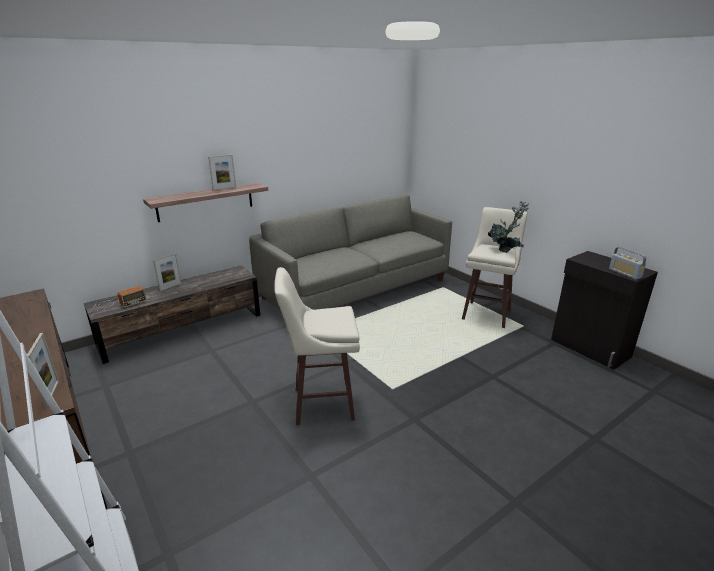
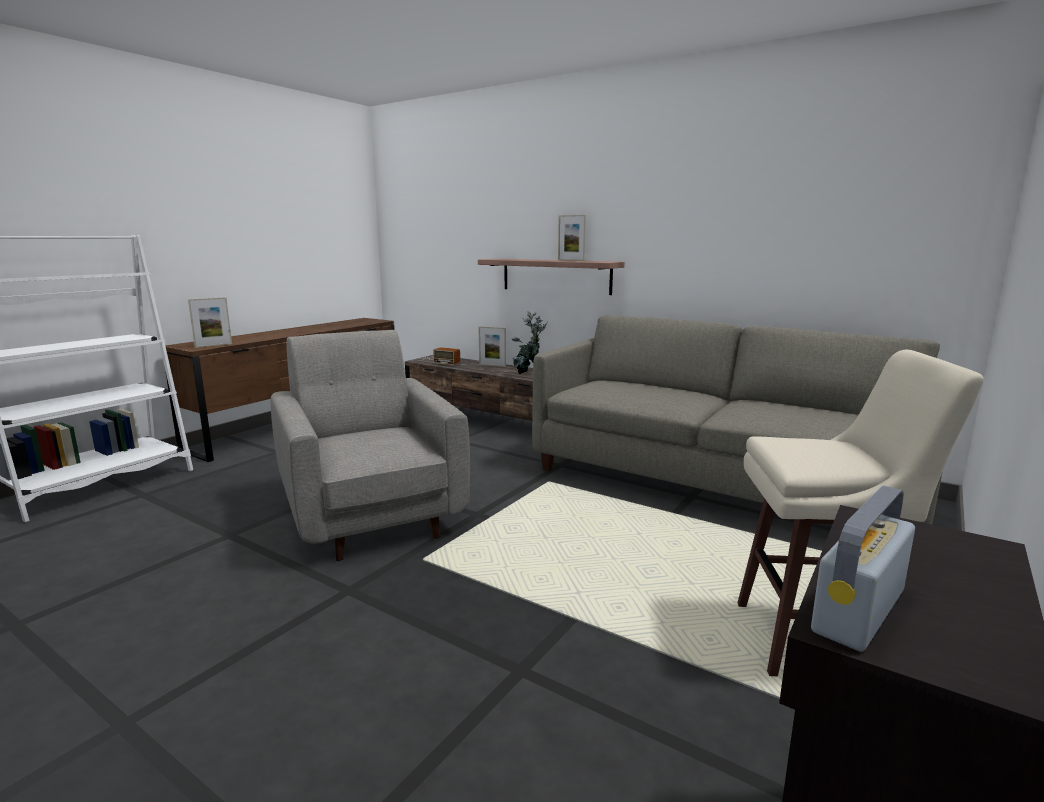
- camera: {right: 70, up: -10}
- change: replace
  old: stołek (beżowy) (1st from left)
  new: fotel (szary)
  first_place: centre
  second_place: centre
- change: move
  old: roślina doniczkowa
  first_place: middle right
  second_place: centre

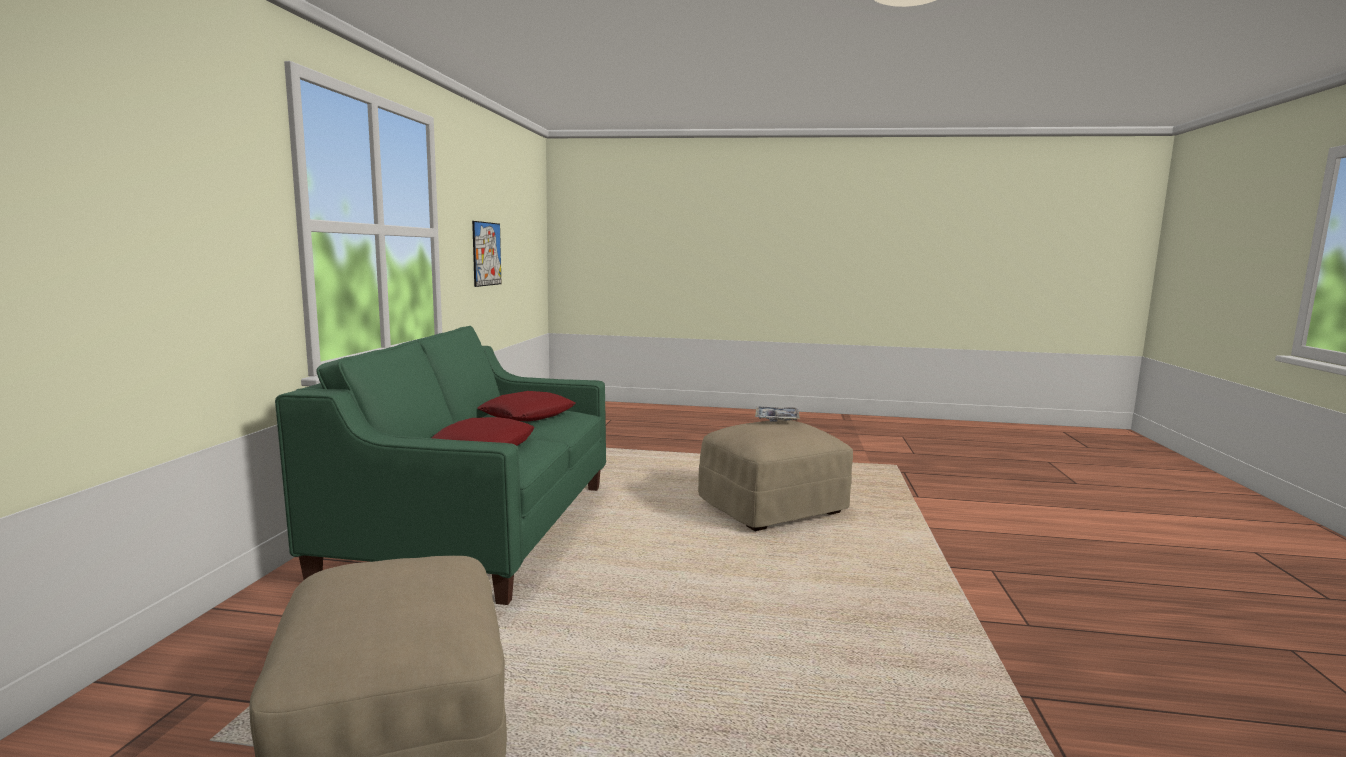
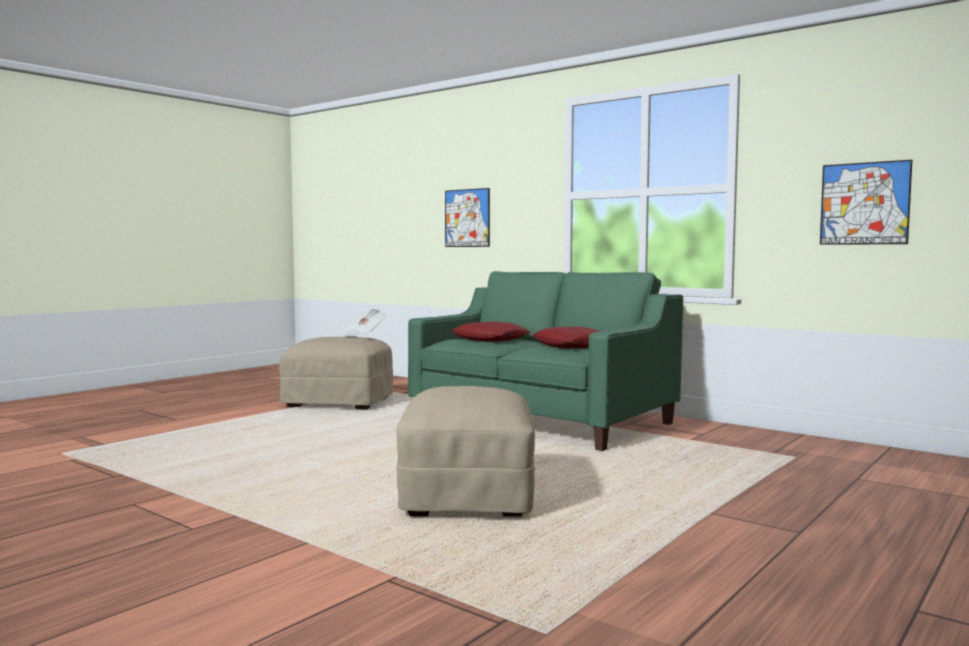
- camera: {right: 120, up: -5}
- change: delete
  old: taca
  first_place: centre
- change: insert
  new: gazeta
  second_place: centre
- change: insert
  new: obraz (1st from left)
  second_place: centre

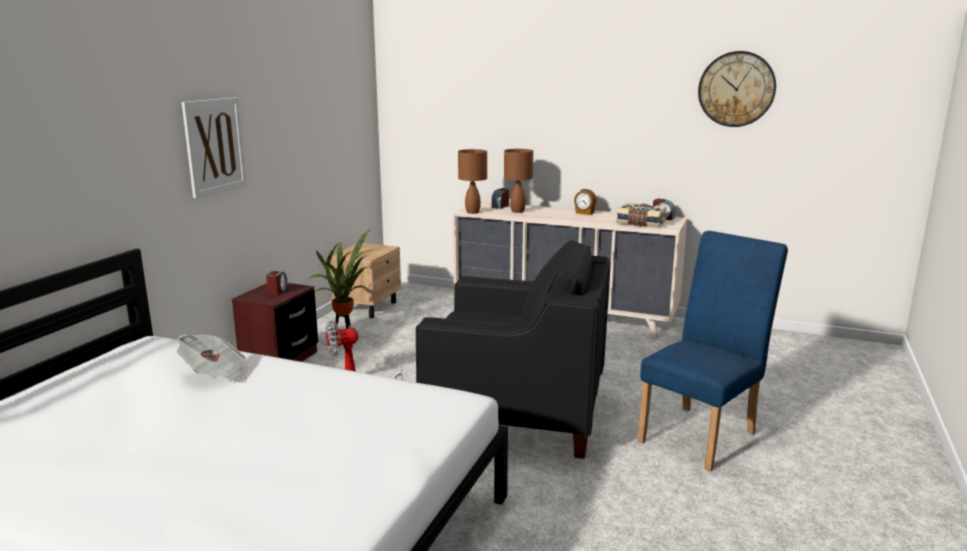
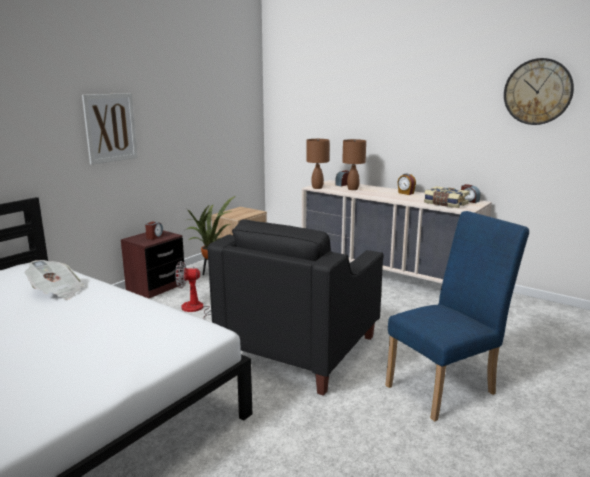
- camera: {right: 15, up: 0}
- change: rotate
  old: fotel (czarny)
  first_place: centre
  second_place: centre
  degrees: 90

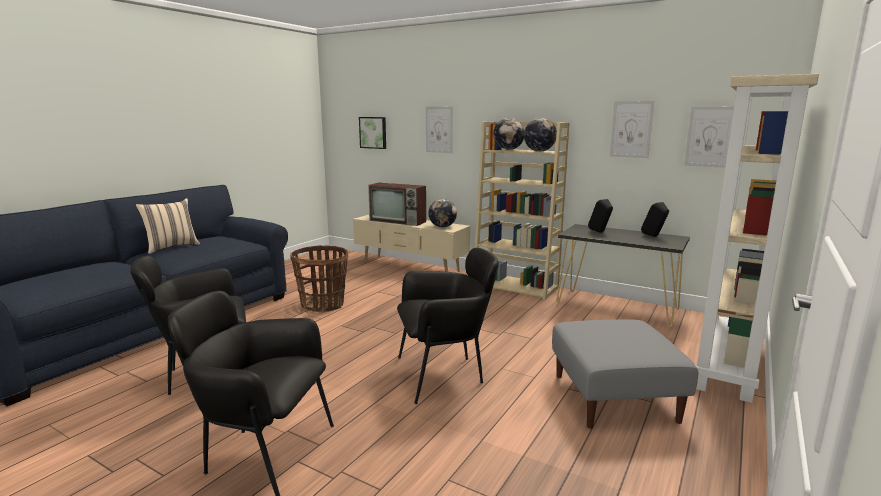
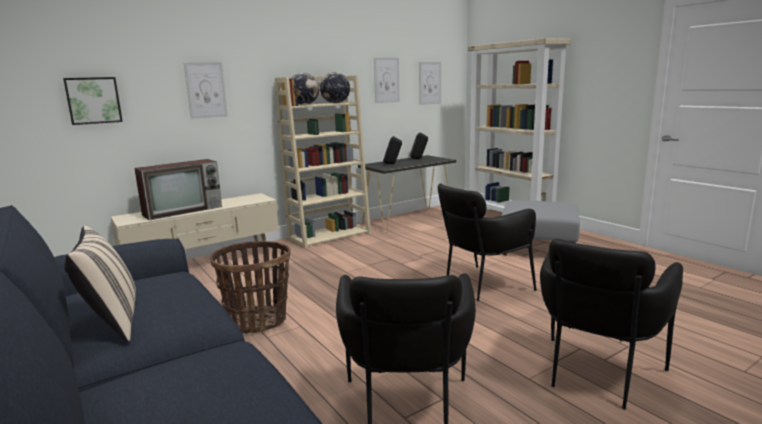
- camera: {right: -65, up: 0}
- change: rotate
  old: fotel (czarny) (3rd from left in the first image)
  first_place: centre
  second_place: centre
  degrees: -135
- change: delete
  old: globus (1st from left)
  first_place: centre

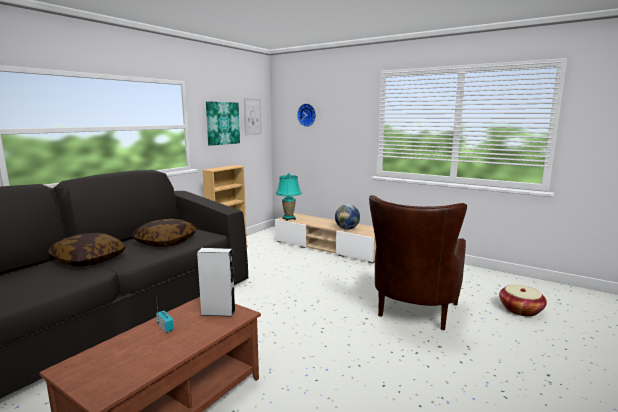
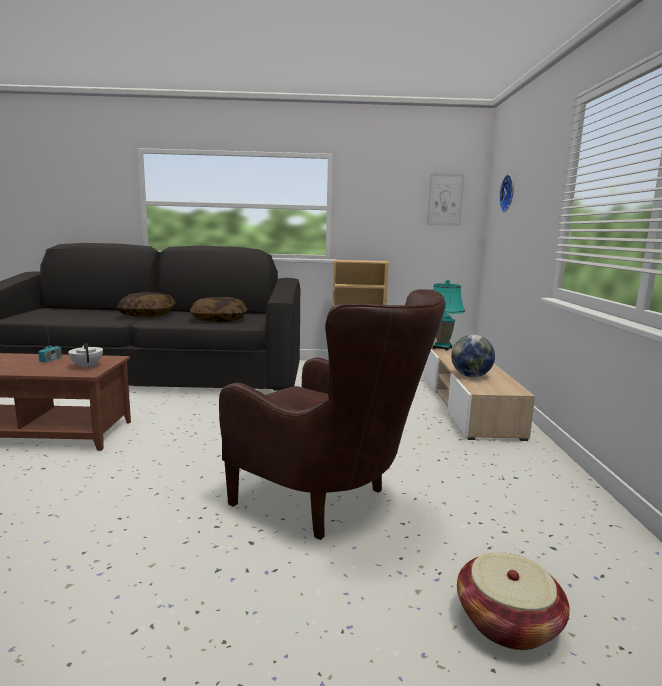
- camera: {right: 55, up: 0}
- change: replace
  old: głośnik (szary)
  new: imbryk (biały)
  first_place: bottom centre
  second_place: middle left
- change: delete
  old: obraz (1st from left)
  first_place: top centre
- change: rotate
  old: fotel (brązowy)
  first_place: middle right
  second_place: centre
  degrees: -135

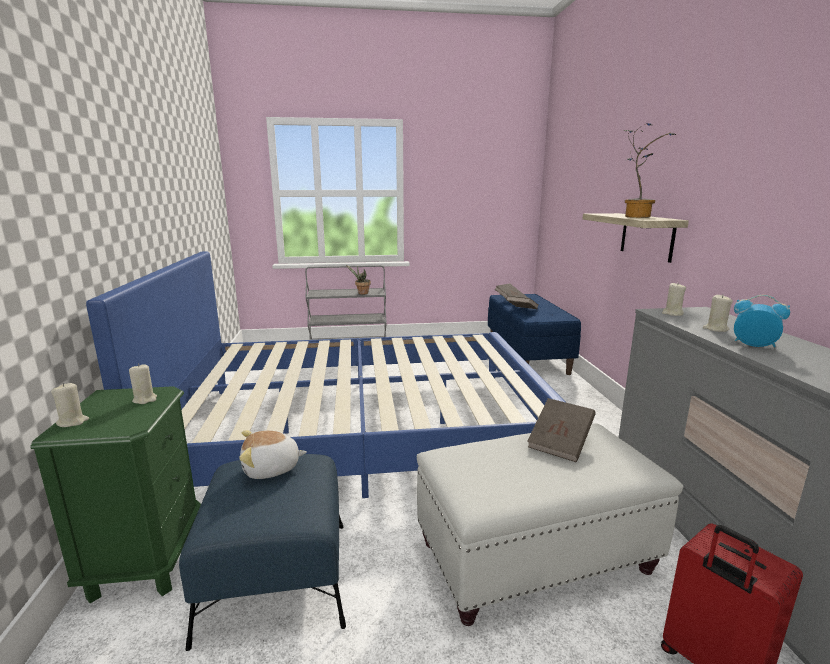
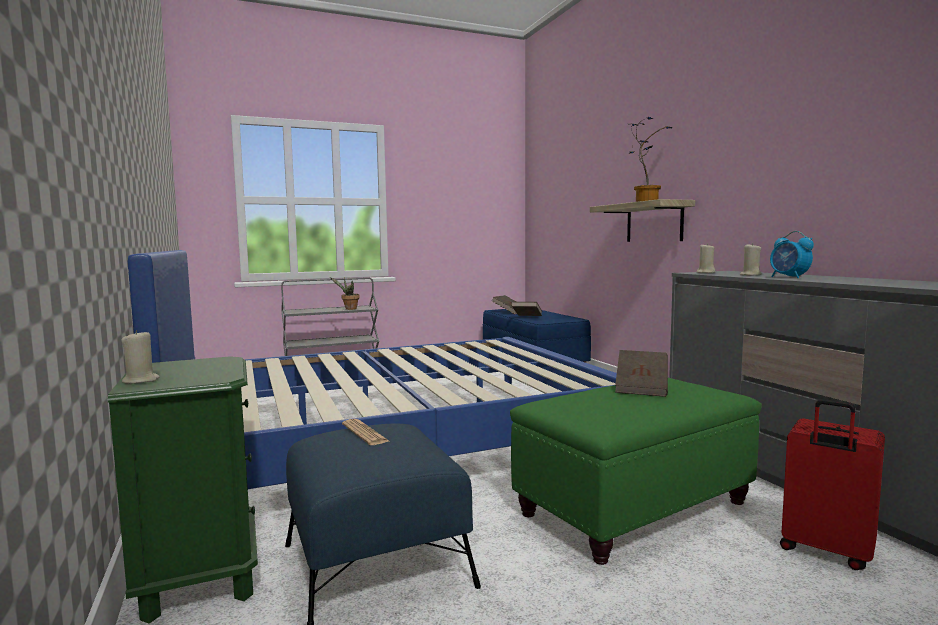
- camera: {right: -15, up: -10}
- change: delete
  old: świeca (beżowy) (2nd from left)
  first_place: middle left
- change: replace
  old: pluszak
  new: gazeta
  first_place: bottom left
  second_place: bottom centre
- change: recolor
  old: pufa (biały)
  new: pufa (zielony)
  first_place: bottom centre
  second_place: bottom right
- change: rotate
  old: budzik
  first_place: middle right
  second_place: middle right
  degrees: -135

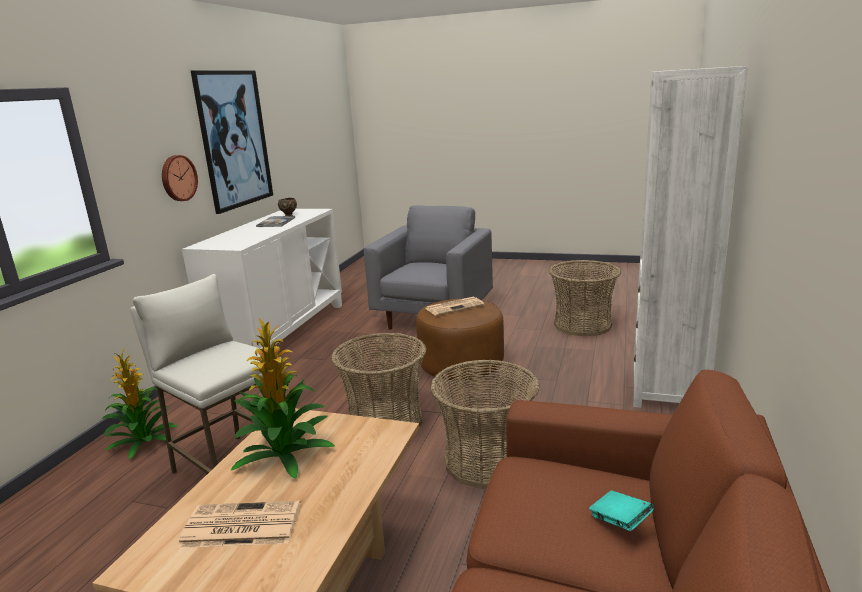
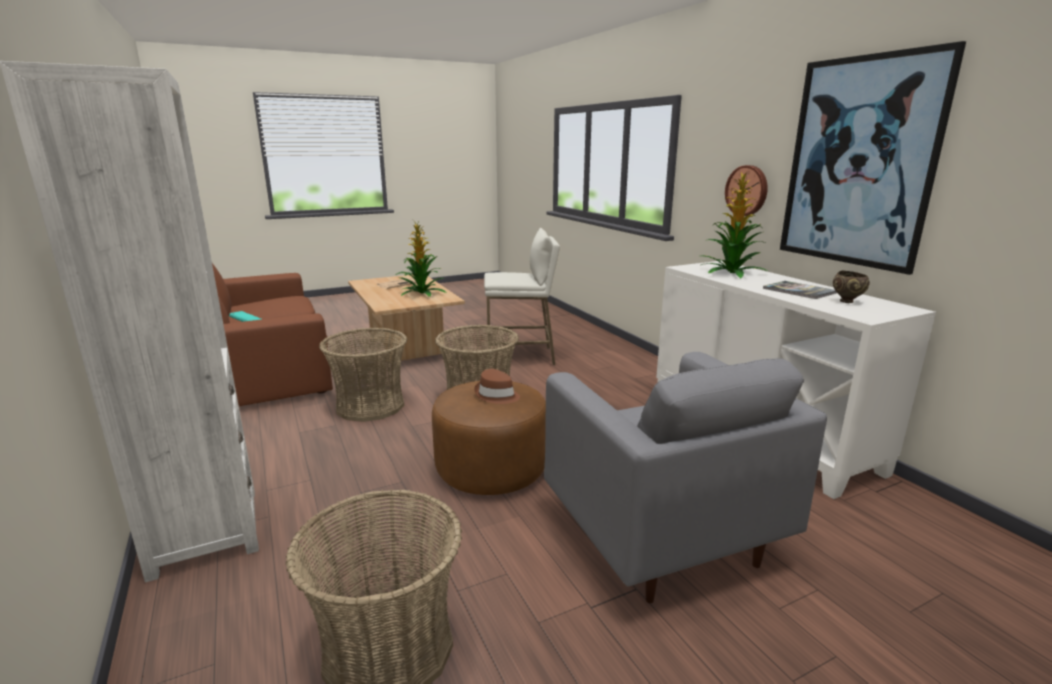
- camera: {right: 135, up: 0}
- change: move
  old: roślina doniczkowa (1st from left in the first image)
  new: roślina doniczkowa (2nd from left)
  first_place: bottom left
  second_place: top right
- change: replace
  old: gazeta (2nd from left)
  new: kapelusz (brązowy)
  first_place: centre
  second_place: centre

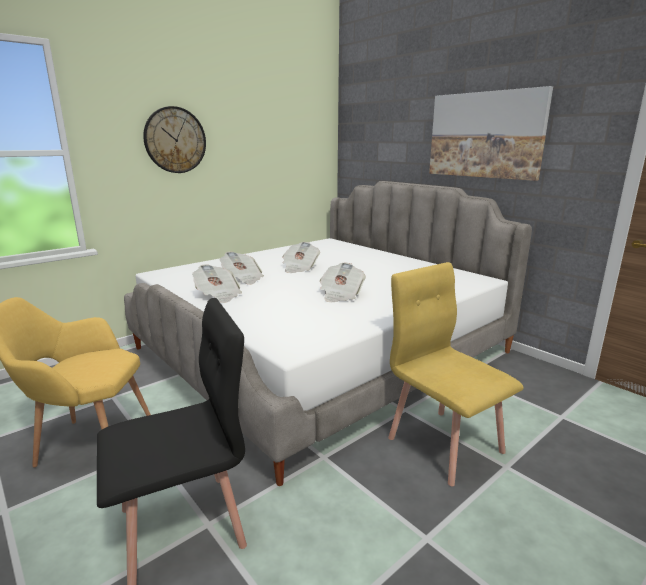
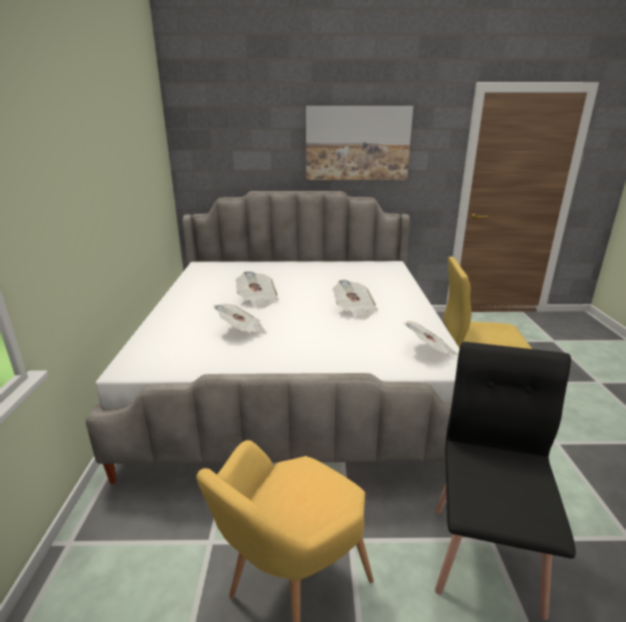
- camera: {right: -50, up: 5}
- change: delete
  old: zegar ścienny
  first_place: top left
- change: move
  old: gazeta (1st from left in the first image)
  new: gazeta (4th from left)
  first_place: centre
  second_place: middle right

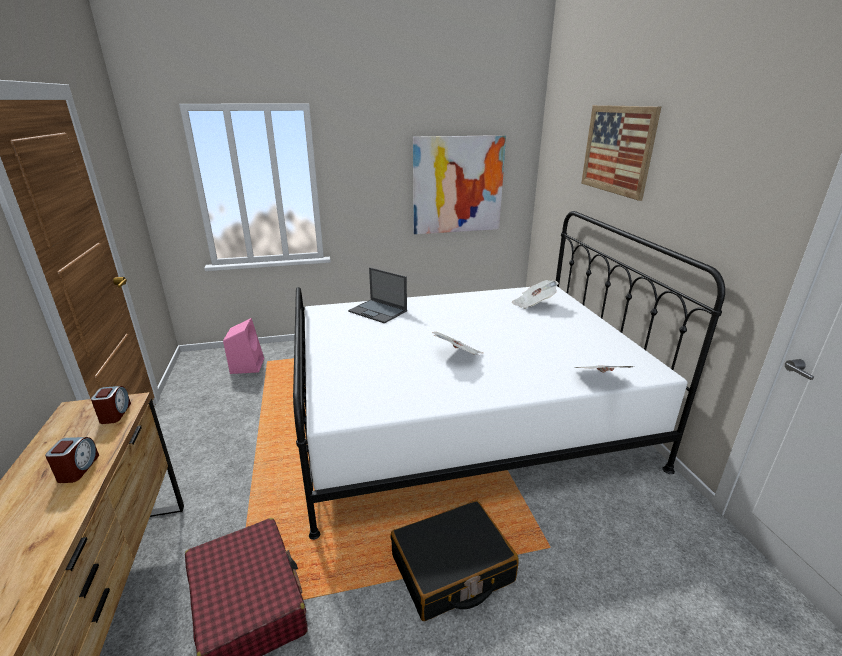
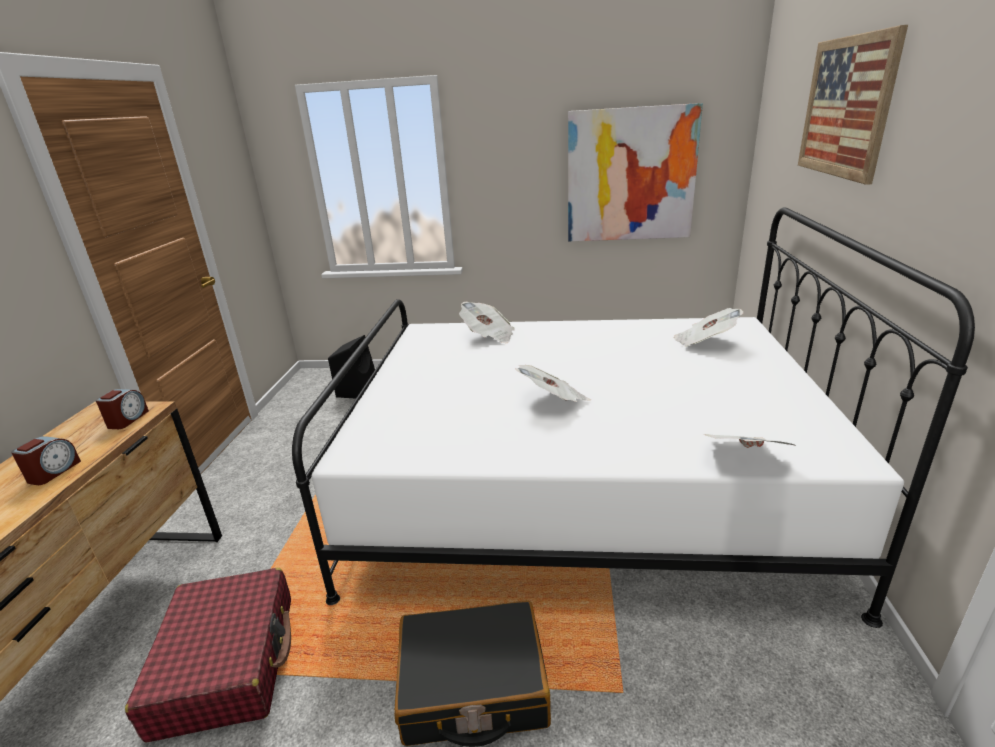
- camera: {right: 20, up: 0}
- change: recolor
  old: głośnik (różowy)
  new: głośnik (czarny)
  first_place: middle left
  second_place: centre
- change: replace
  old: laptop
  new: gazeta (1st from left)
  first_place: centre
  second_place: centre

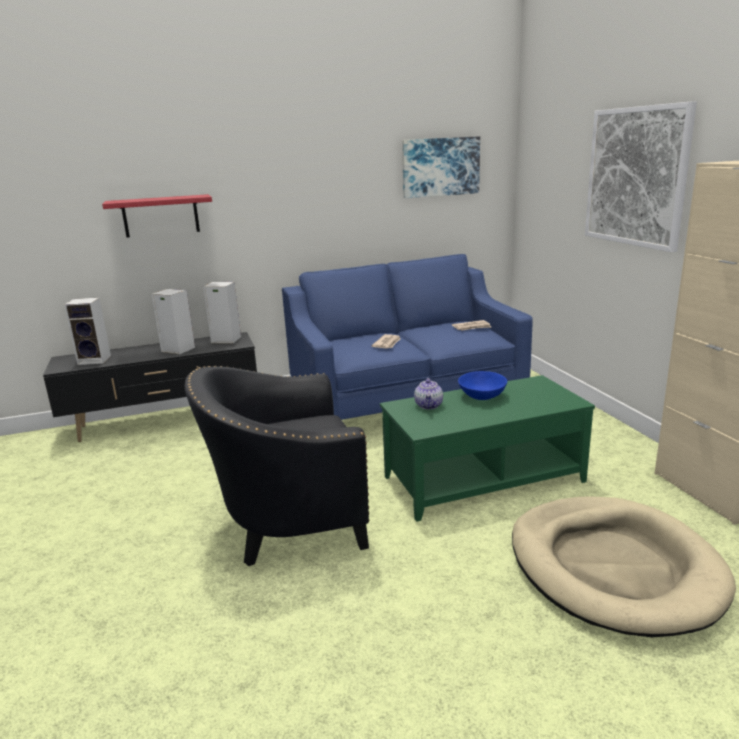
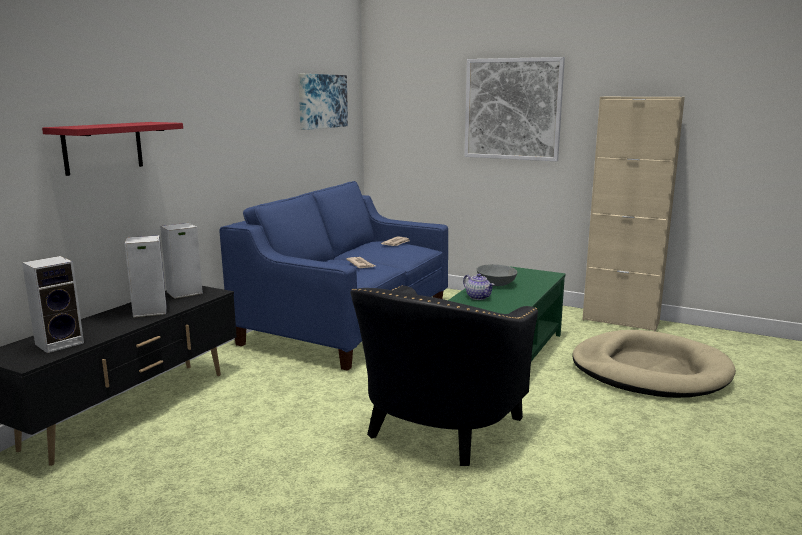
- camera: {right: -45, up: -5}
- change: recolor
  old: miska (niebieski)
  new: miska (szary)
  first_place: centre
  second_place: centre

